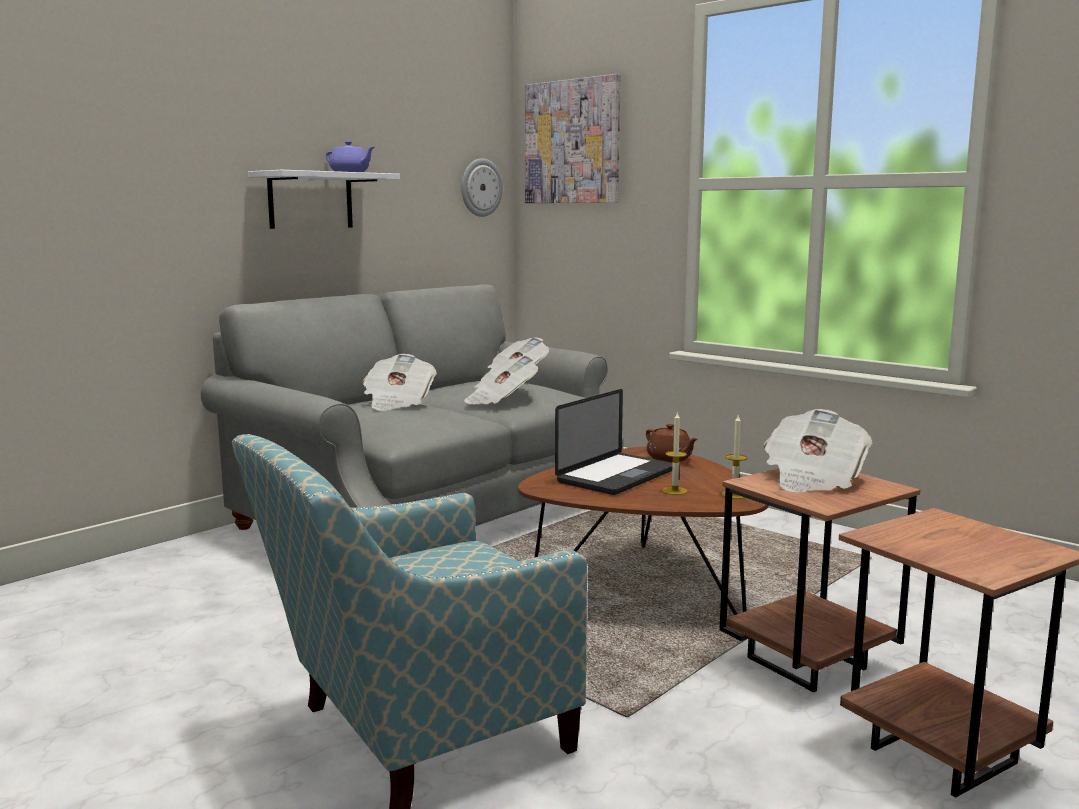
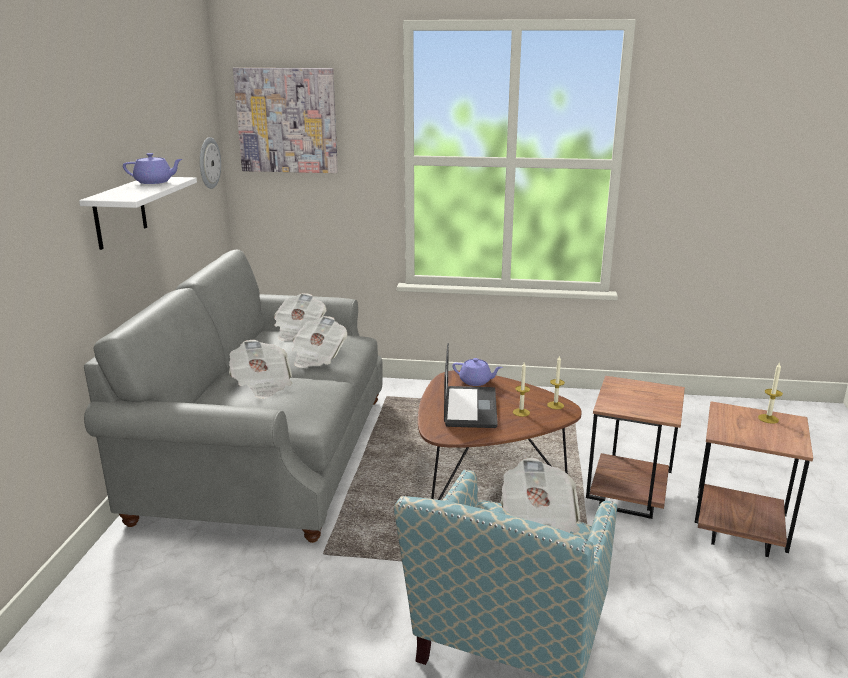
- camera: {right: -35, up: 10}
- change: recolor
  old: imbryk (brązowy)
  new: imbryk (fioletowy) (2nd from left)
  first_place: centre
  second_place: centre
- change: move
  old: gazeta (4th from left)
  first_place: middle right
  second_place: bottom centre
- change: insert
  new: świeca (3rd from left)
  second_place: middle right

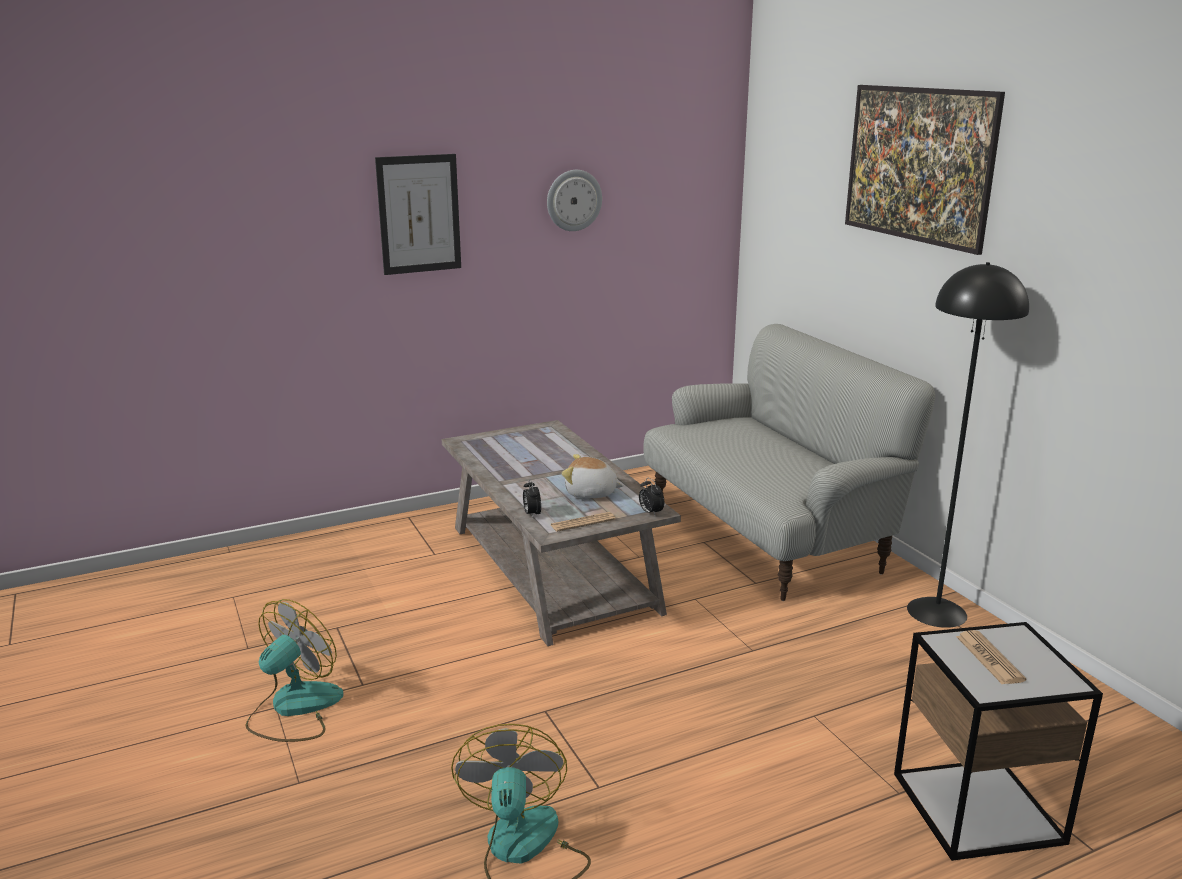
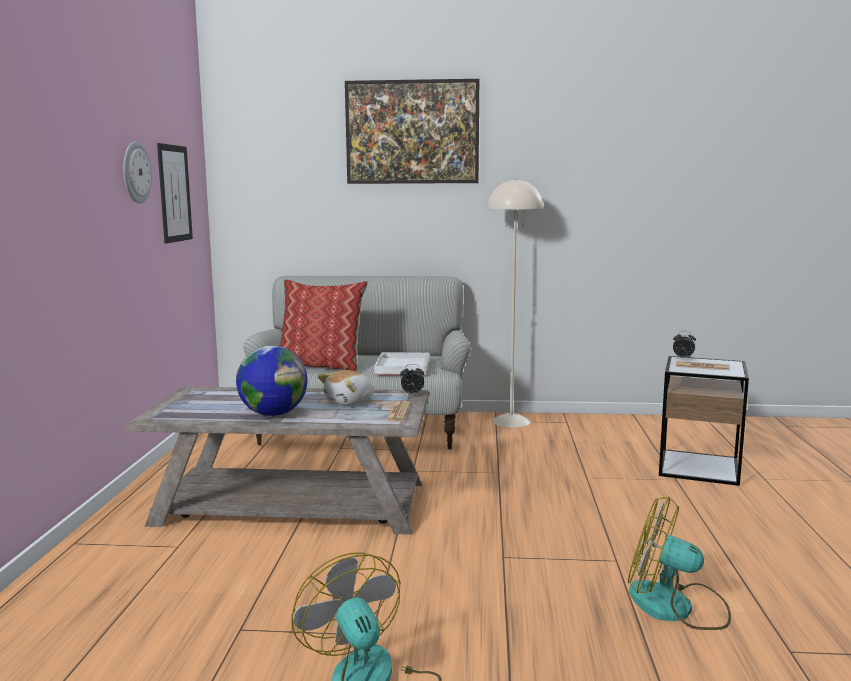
- camera: {right: -60, up: -10}
- change: move
  old: obraz (1st from left)
  first_place: top centre
  second_place: top left
- change: move
  old: budzik (1st from left in the first image)
  new: budzik (2nd from left)
  first_place: centre
  second_place: middle right
- change: recolor
  old: lampa stojąca (czarny)
  new: lampa stojąca (beżowy)
  first_place: middle right
  second_place: centre
- change: insert
  new: globus
  second_place: middle left
- change: insert
  new: poduszka
  second_place: centre
- change: insert
  new: taca (biały)
  second_place: centre

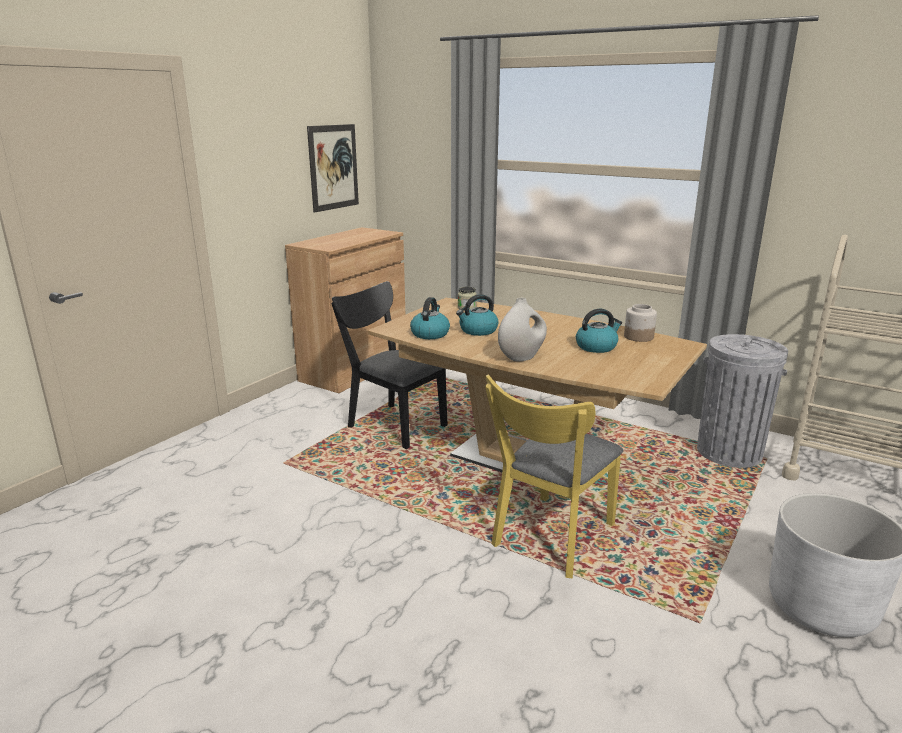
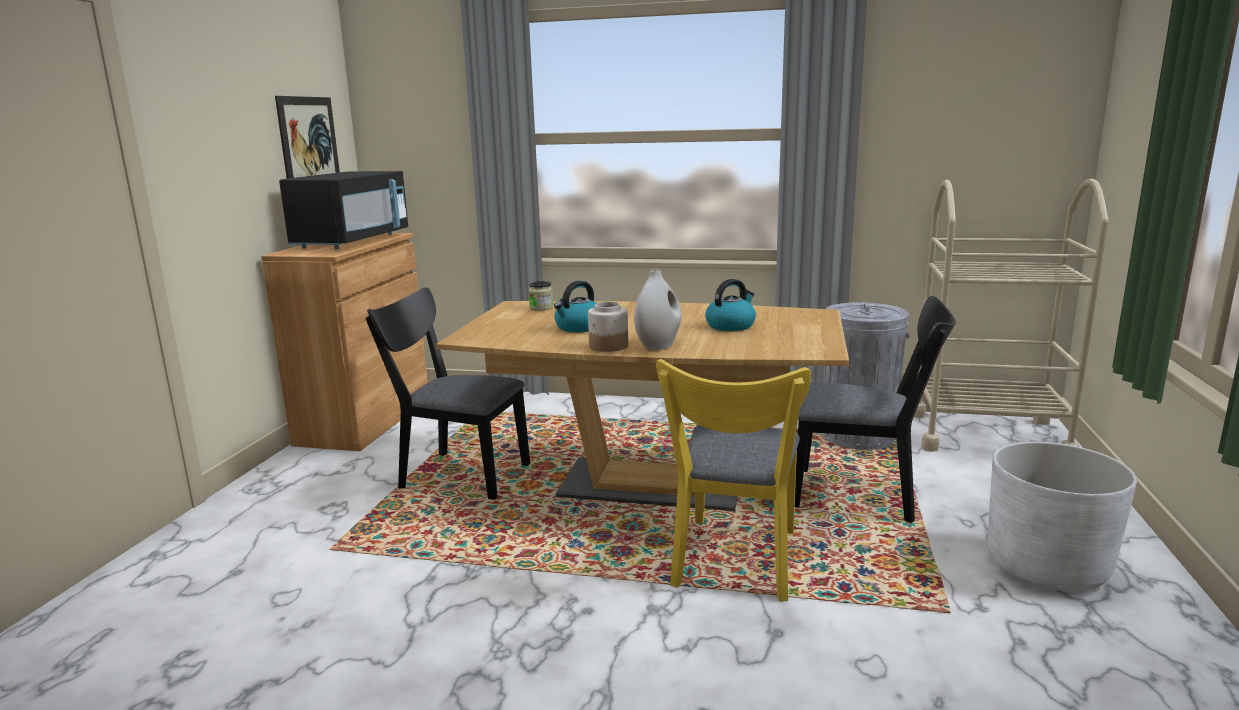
- camera: {right: -20, up: -5}
- change: delete
  old: czajnik (1st from left)
  first_place: centre
- change: move
  old: słoik (2nd from left)
  first_place: middle right
  second_place: centre
- change: insert
  new: mikrofalówka (czarny)
  second_place: top left
- change: insert
  new: krzesło (czarny) (2nd from left)
  second_place: middle right

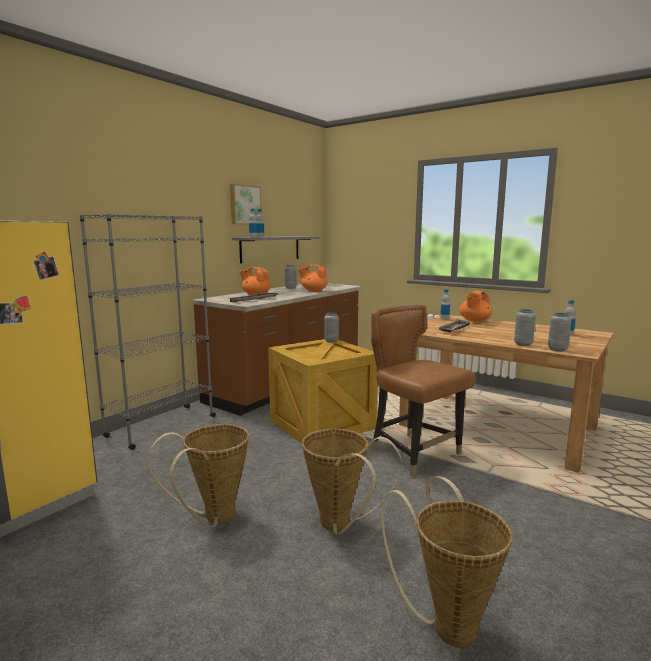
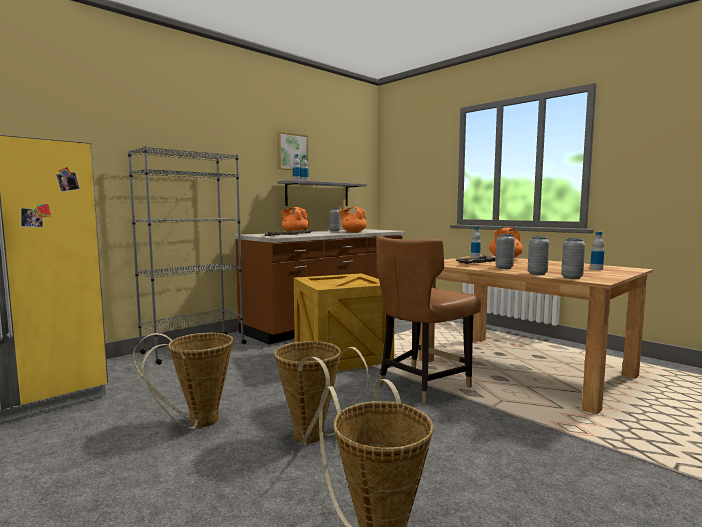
- camera: {right: 10, up: -5}
- change: move
  old: wazon (szary) (2nd from left)
  first_place: centre
  second_place: middle right
- change: rotate
  old: krzesło (brązowy)
  first_place: centre
  second_place: centre
  degrees: -105

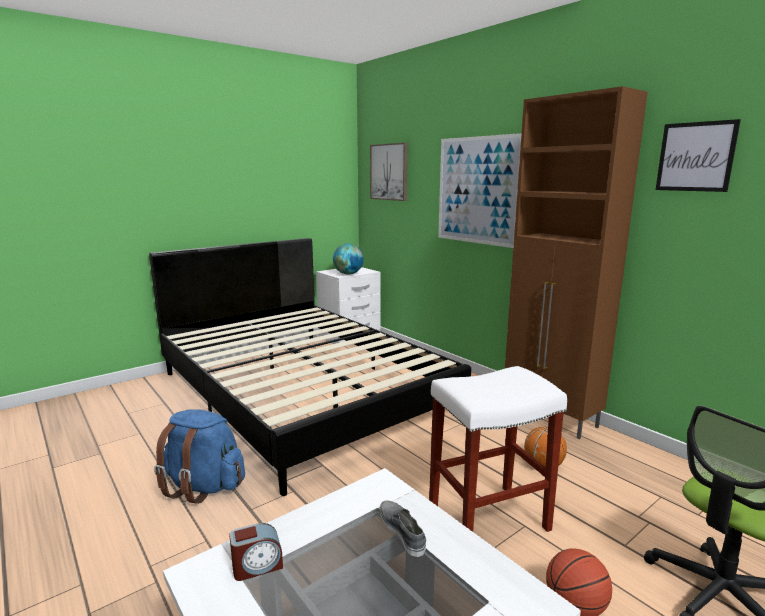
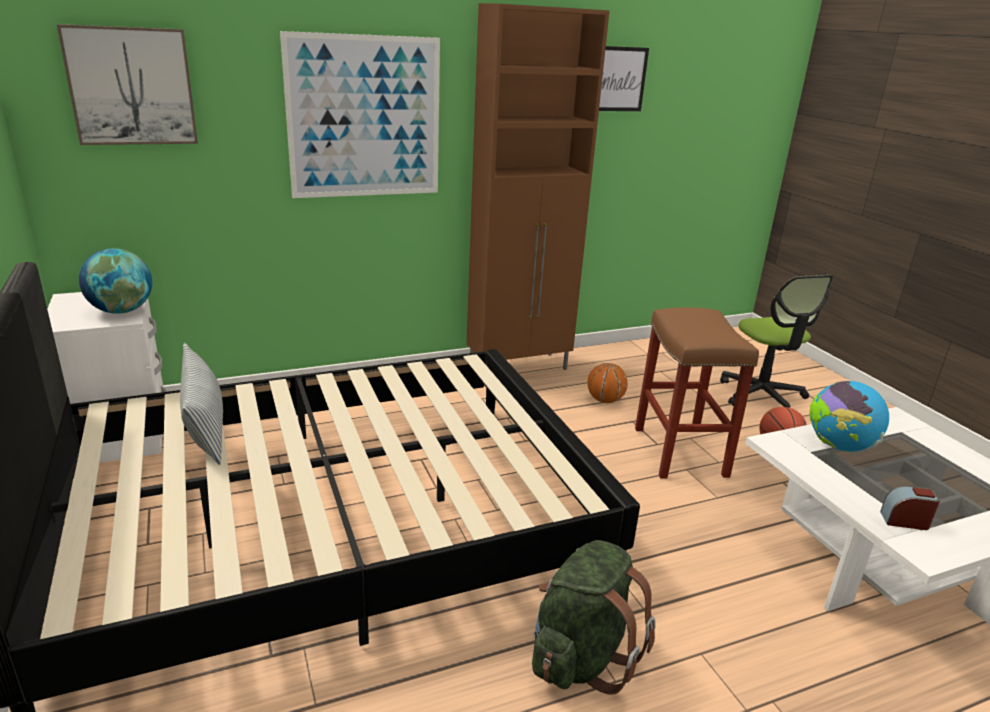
- camera: {right: -75, up: 10}
- change: recolor
  old: plecak (niebieski)
  new: plecak (zielony)
  first_place: bottom left
  second_place: bottom centre
- change: rotate
  old: budzik
  first_place: bottom centre
  second_place: bottom right
  degrees: -75
- change: replace
  old: but (szary)
  new: globus (2nd from left)
  first_place: bottom centre
  second_place: middle right
- change: recolor
  old: stołek (biały)
  new: stołek (brązowy)
  first_place: bottom centre
  second_place: middle right
- change: insert
  new: poduszka
  second_place: middle left

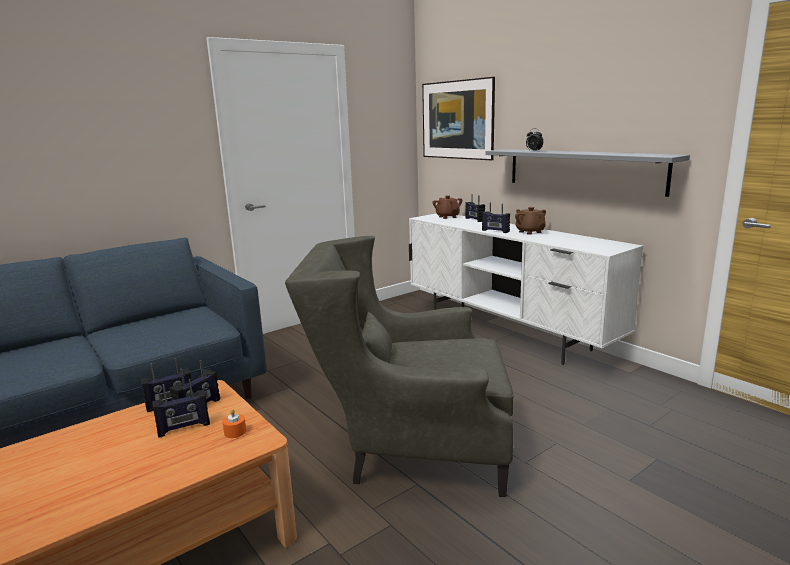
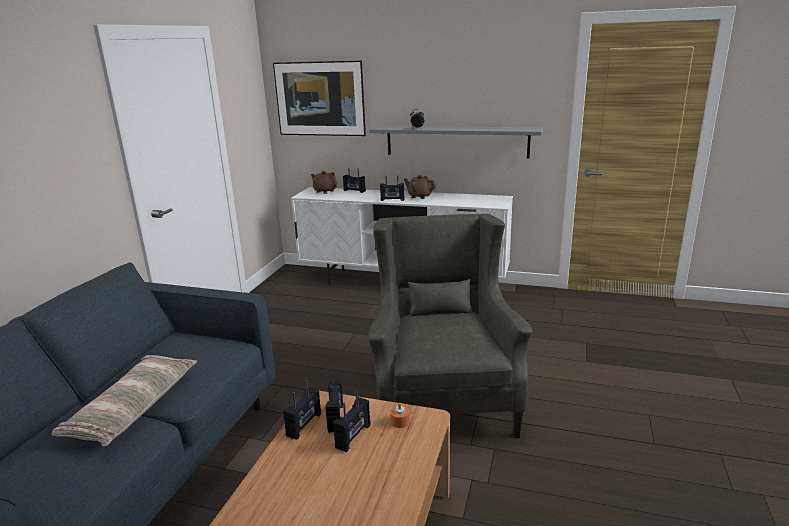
- camera: {right: -35, up: 5}
- change: rotate
  old: fotel (szary)
  first_place: centre
  second_place: centre
  degrees: 120
- change: insert
  new: poduszka
  second_place: bottom left

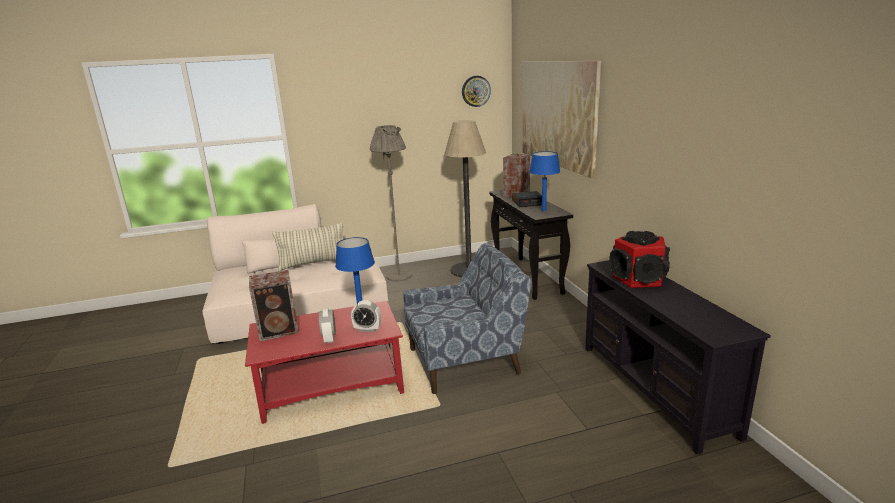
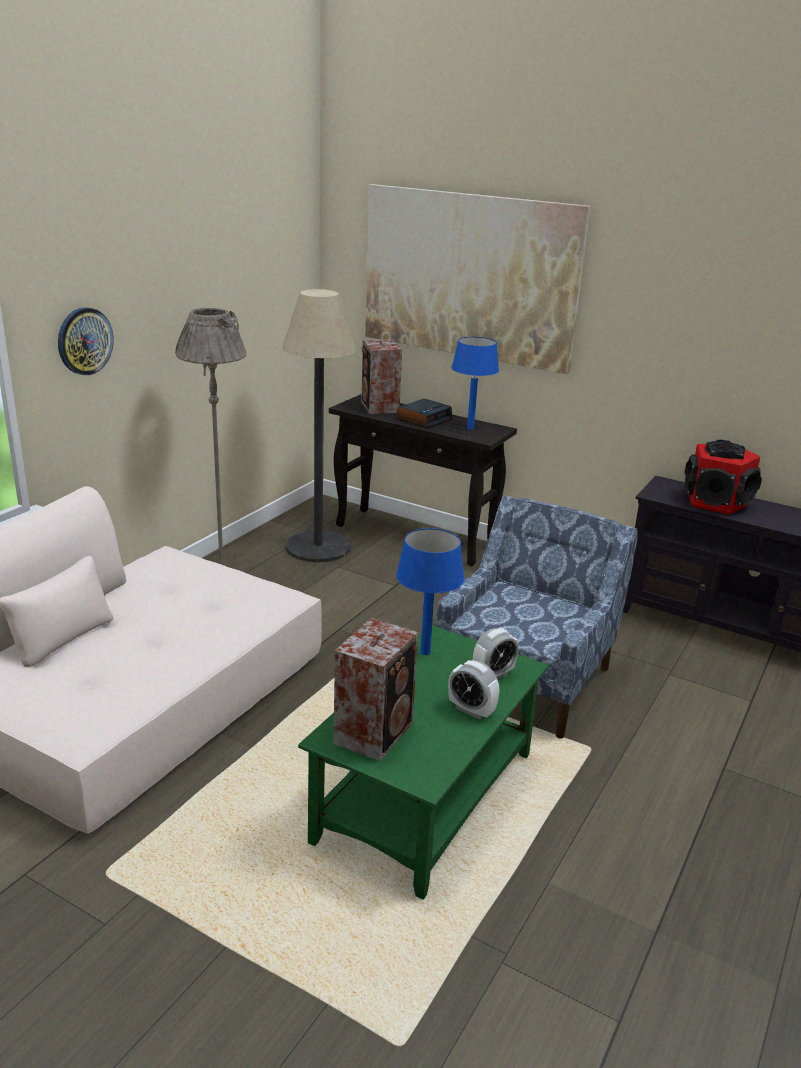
- camera: {right: -45, up: 5}
- change: recolor
  old: ława (czerwony)
  new: ława (zielony)
  first_place: bottom centre
  second_place: bottom centre
- change: delete
  old: poduszka
  first_place: centre
- change: move
  old: zegar ścienny
  first_place: top centre
  second_place: top left

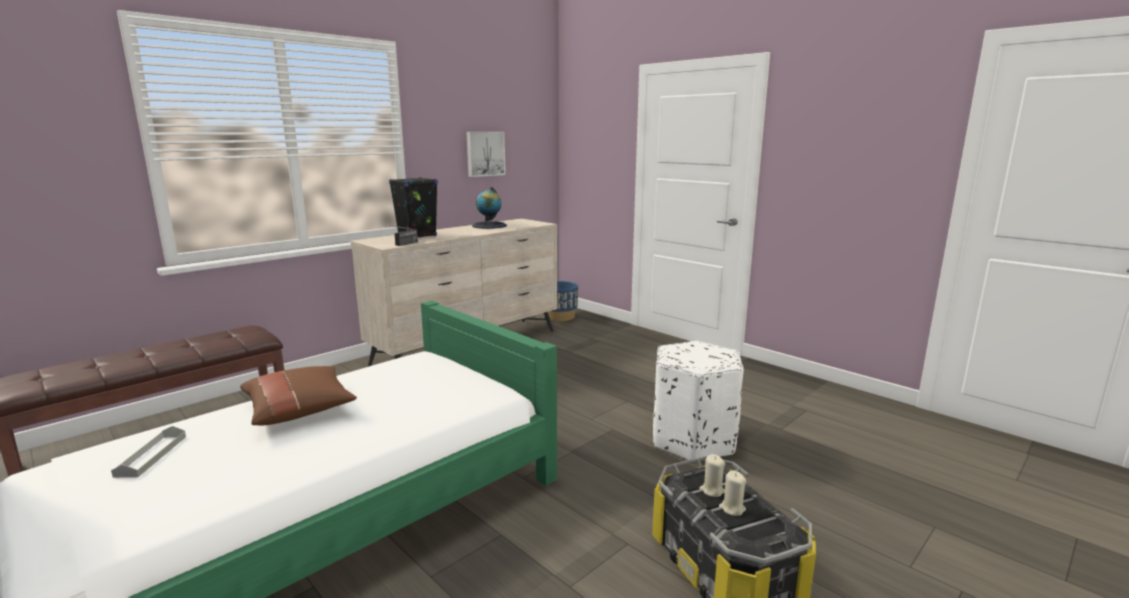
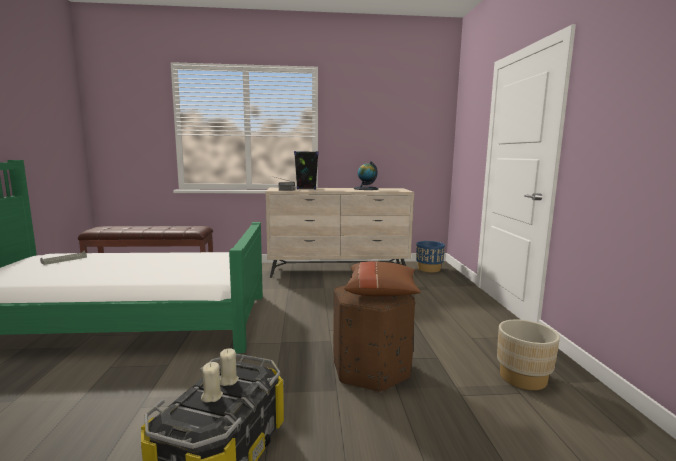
- camera: {right: 40, up: -5}
- change: move
  old: poduszka (brązowy)
  first_place: middle left
  second_place: centre
- change: delete
  old: obraz
  first_place: top centre
- change: recolor
  old: pufa (biały)
  new: pufa (brązowy)
  first_place: bottom centre
  second_place: bottom centre
- change: insert
  new: donica (beżowy)
  second_place: bottom right

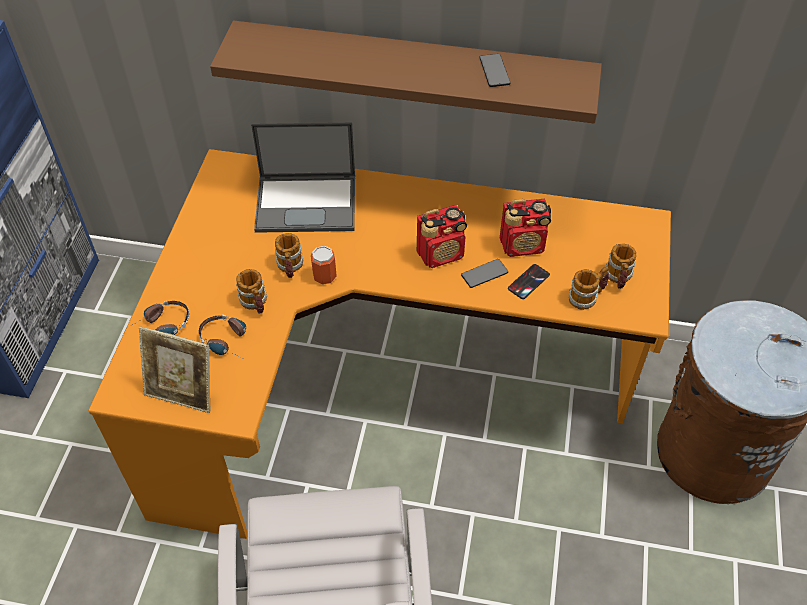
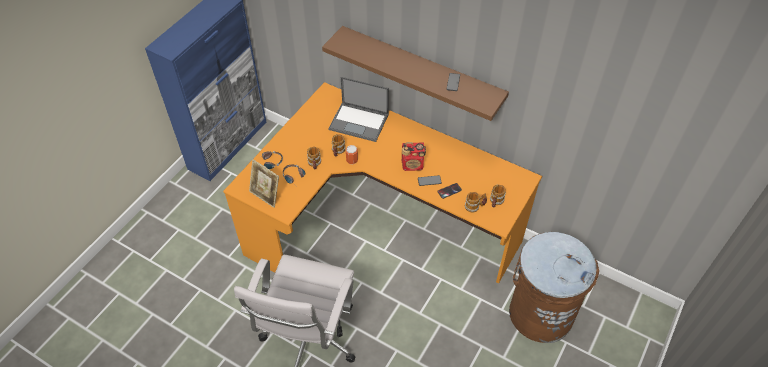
- camera: {right: 20, up: 0}
- change: delete
  old: radio (2nd from left)
  first_place: centre

